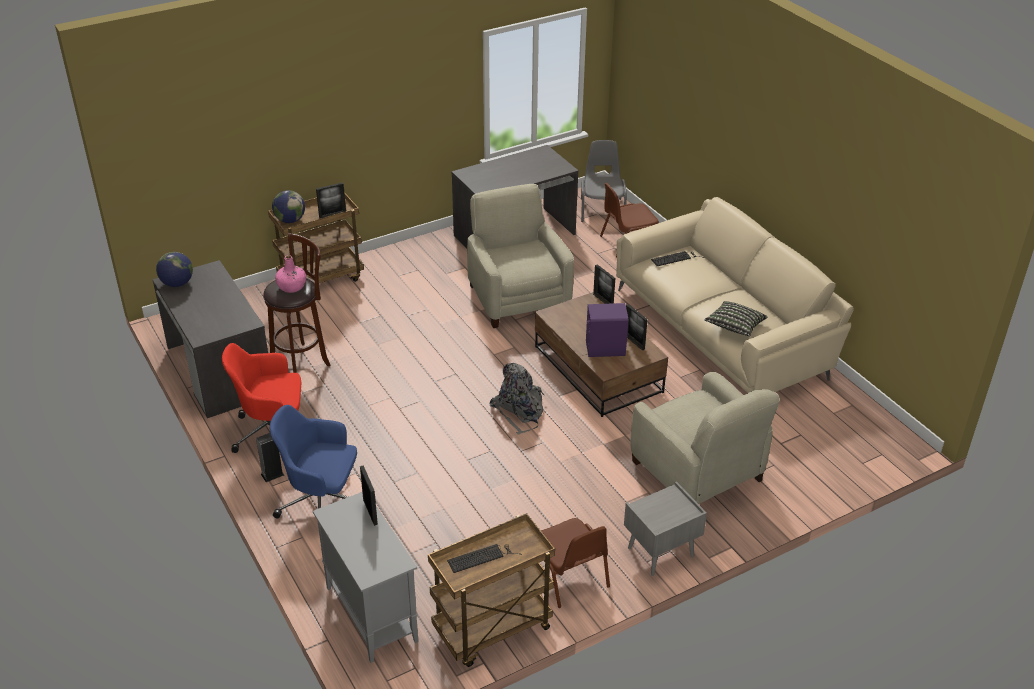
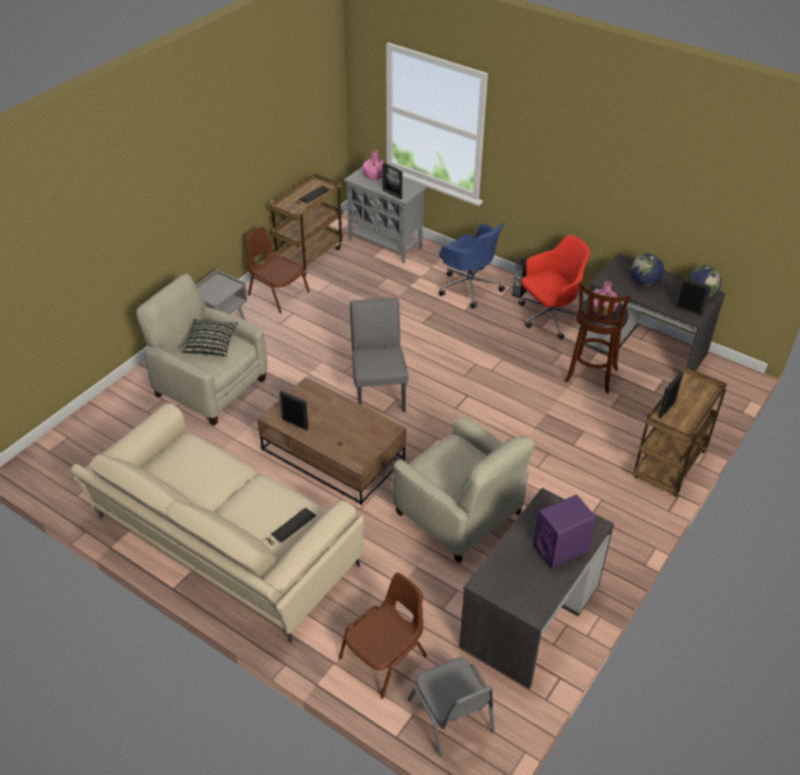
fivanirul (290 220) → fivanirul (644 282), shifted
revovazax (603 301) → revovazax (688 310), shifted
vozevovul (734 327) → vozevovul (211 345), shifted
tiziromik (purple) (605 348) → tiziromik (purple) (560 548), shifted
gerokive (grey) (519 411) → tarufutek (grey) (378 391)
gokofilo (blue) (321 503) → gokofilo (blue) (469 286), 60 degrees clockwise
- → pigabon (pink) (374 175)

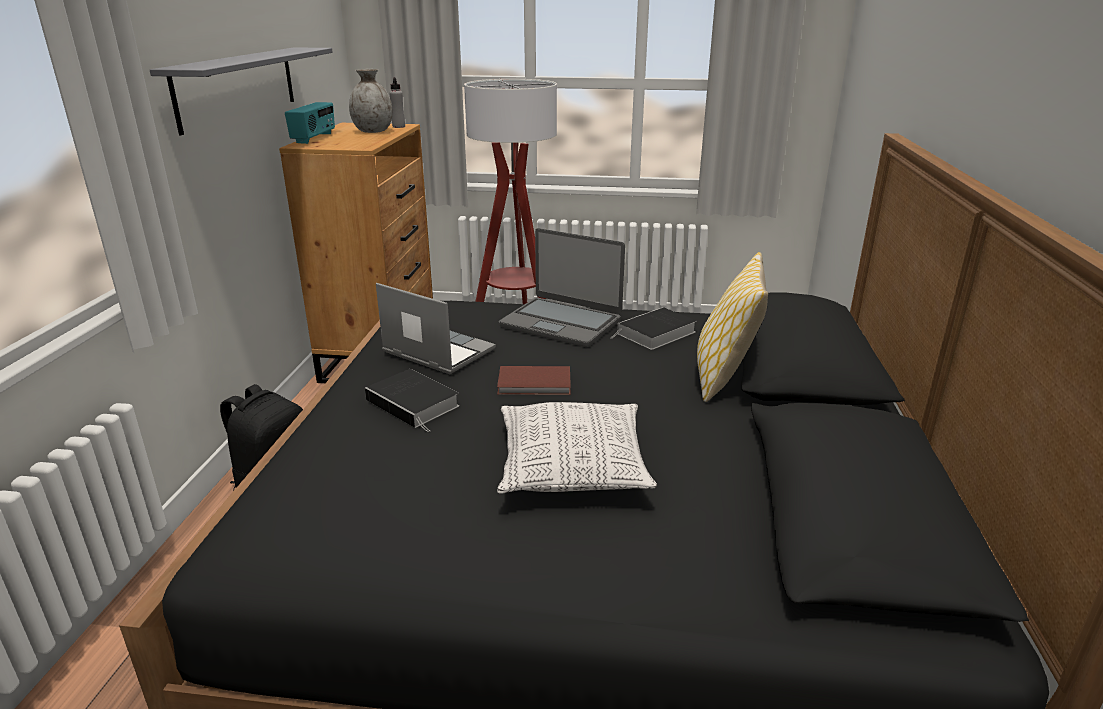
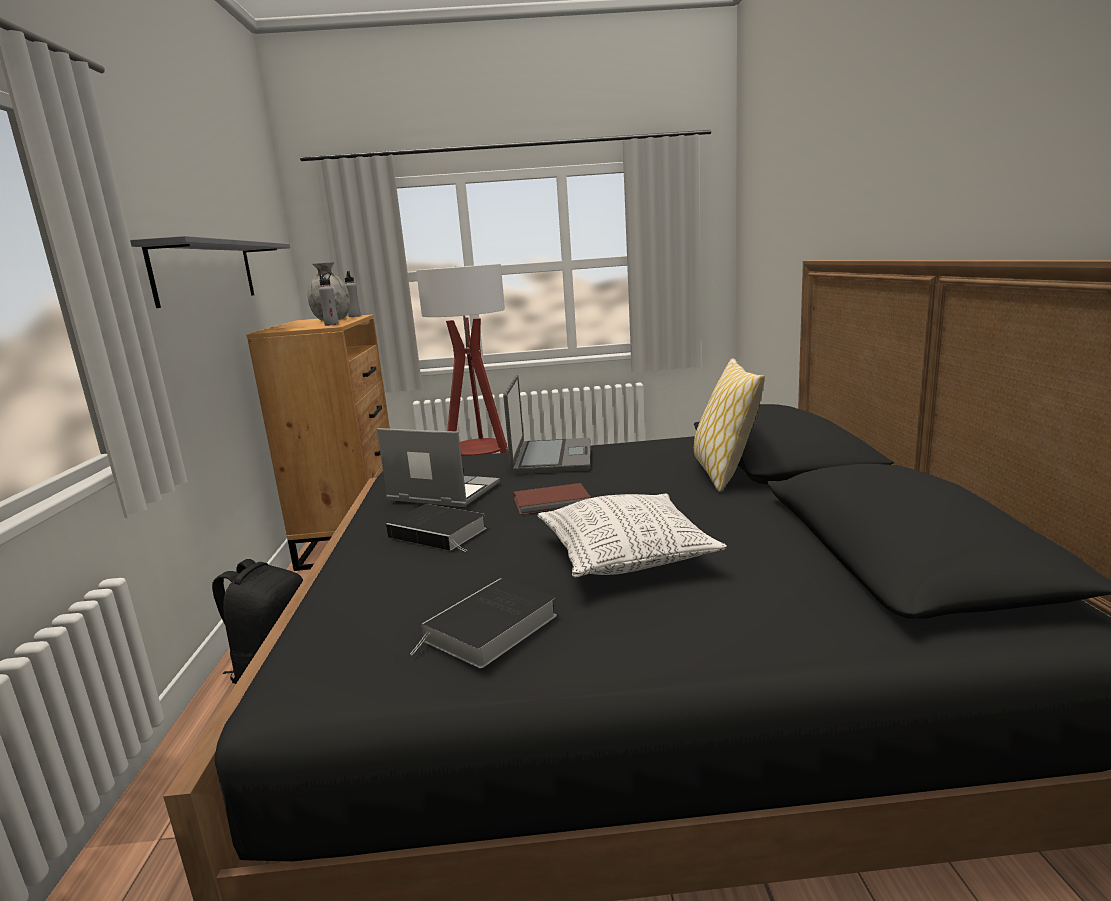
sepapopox (314 138) → -
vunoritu (561 323) → vunoritu (551 458), 105 degrees counterclockwise
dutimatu (655 333) → dutimatu (490 630), shifted
- → pigabon (grey) (331 324)

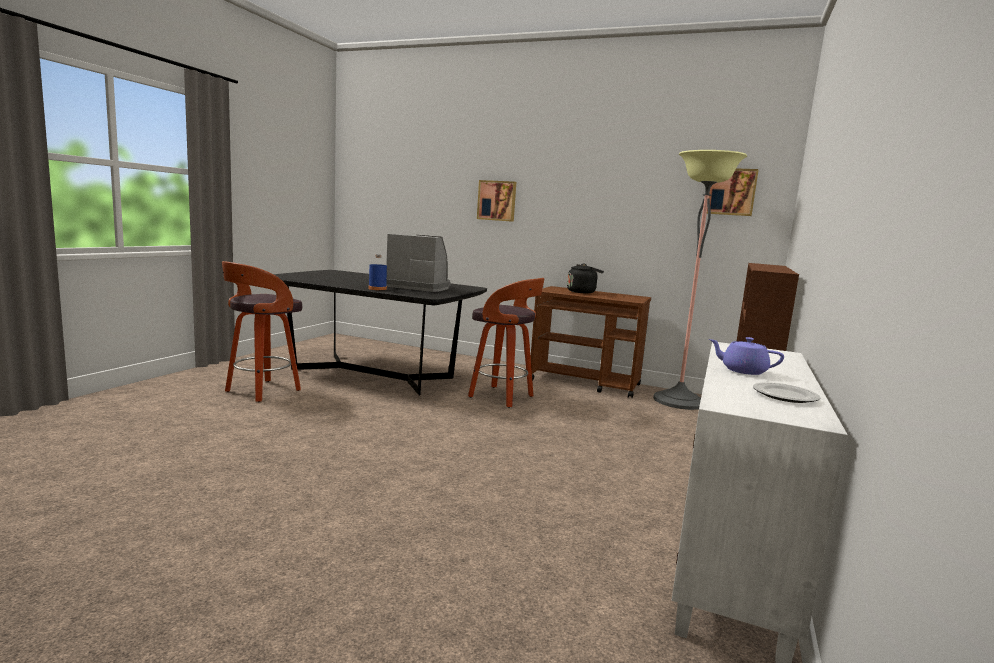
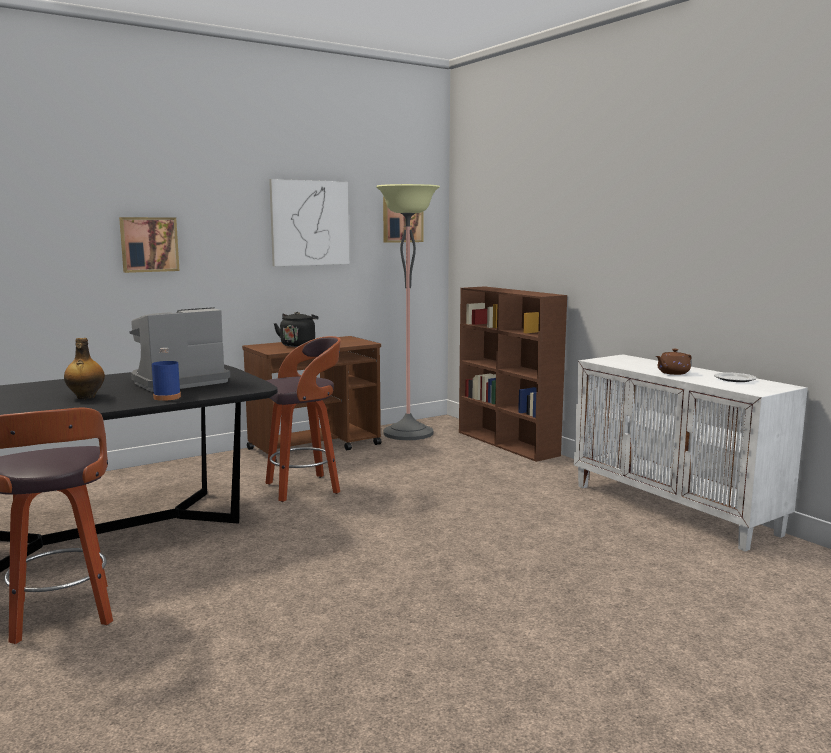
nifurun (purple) (742 370) → nifurun (brown) (672 373)
- → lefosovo (309 223)
- → pigabon (85 397)

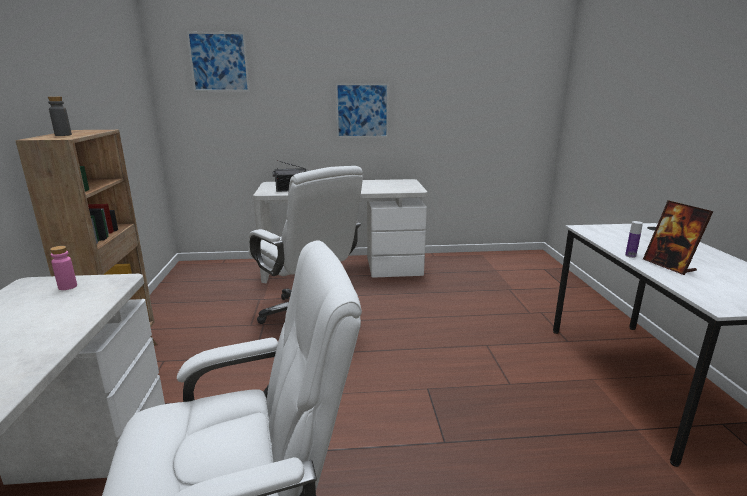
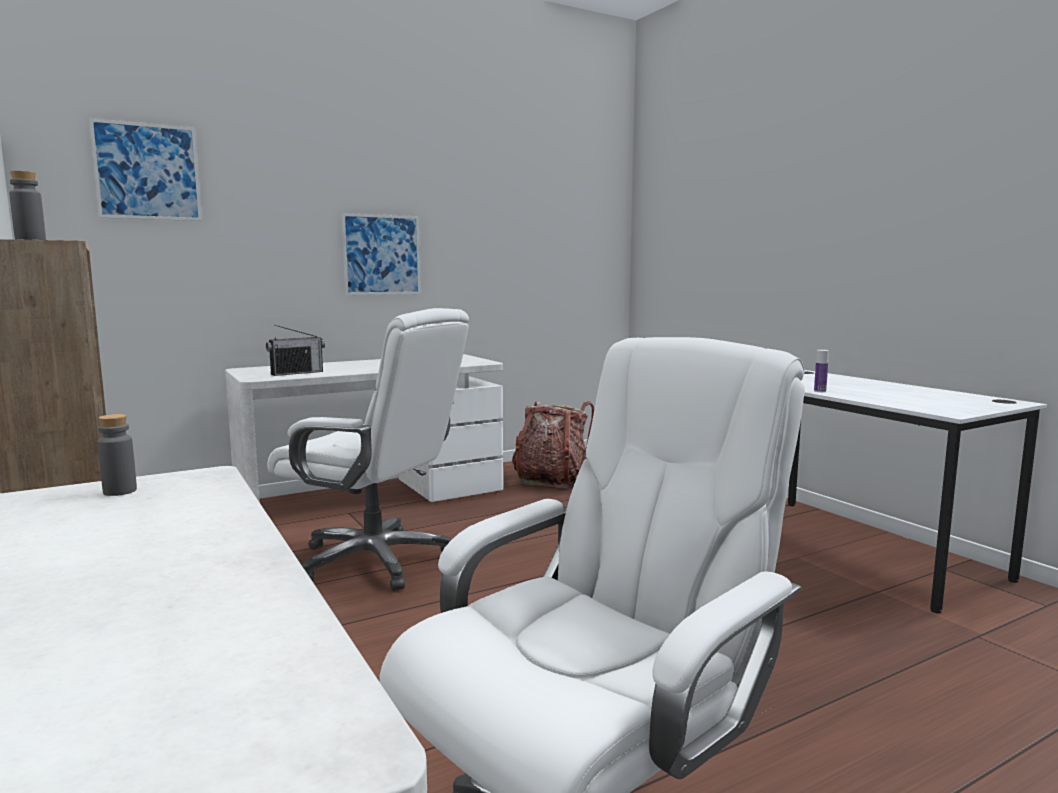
revovazax (669 266) → -
pigabon (pink) (67 287) → pigabon (grey) (120 491)
- → gerokive (551 479)

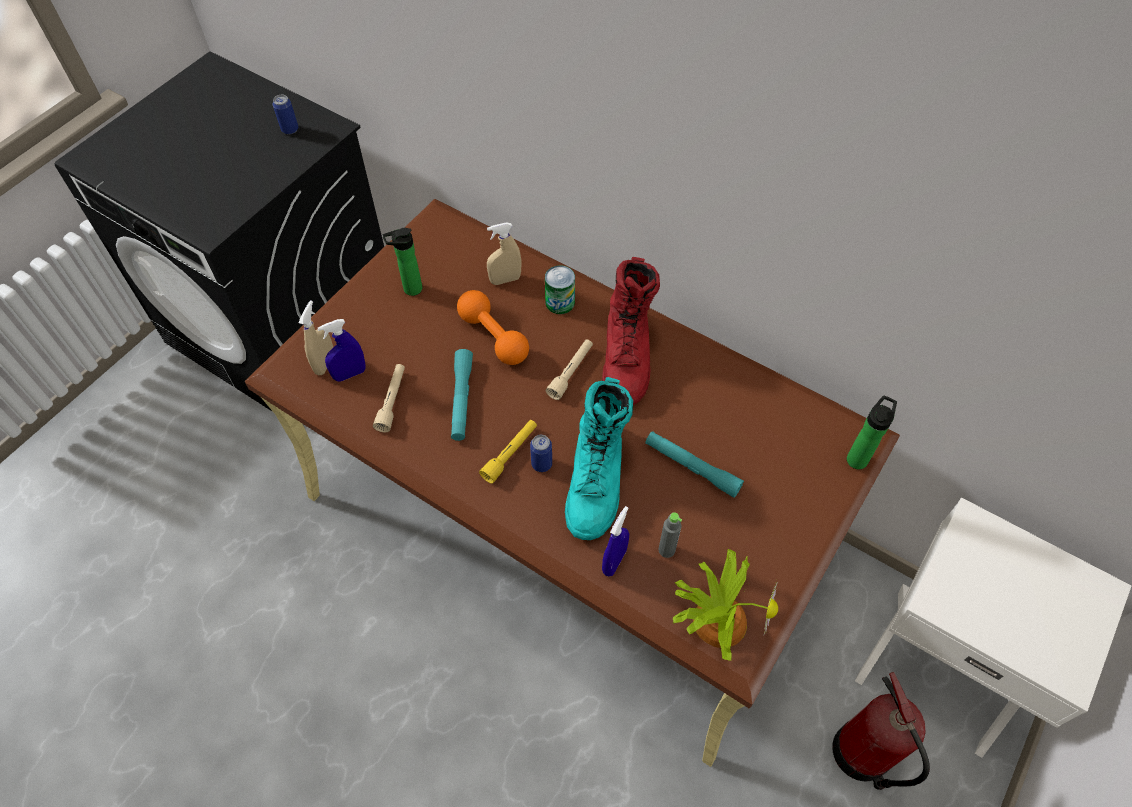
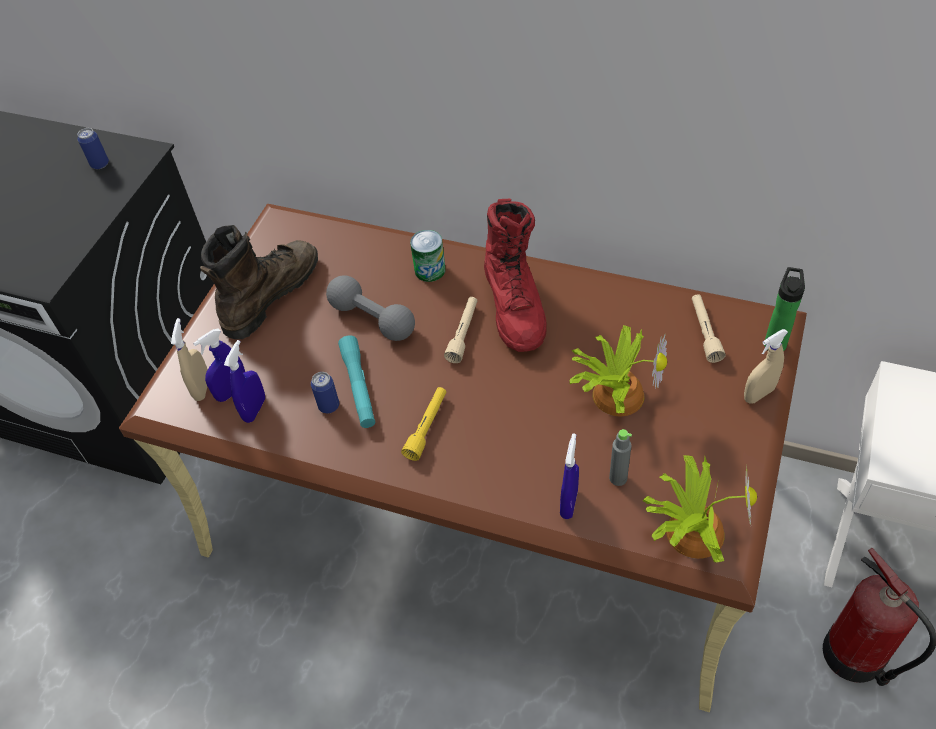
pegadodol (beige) (505 280) → pegadodol (beige) (758 394), shifted
pigabon (410 289) → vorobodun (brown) (270 295)
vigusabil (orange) (493 337) → vigusabil (grey) (372 319)
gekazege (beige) (392 401) → gekazege (beige) (704 332), shifted
vorobodun (turquoise) (596 480) → -
gekazege (turquoise) (692 467) → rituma (616 393)
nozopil (541 464) → nozopil (329 406), shifted
- → pegadodol (blue) (254 409)

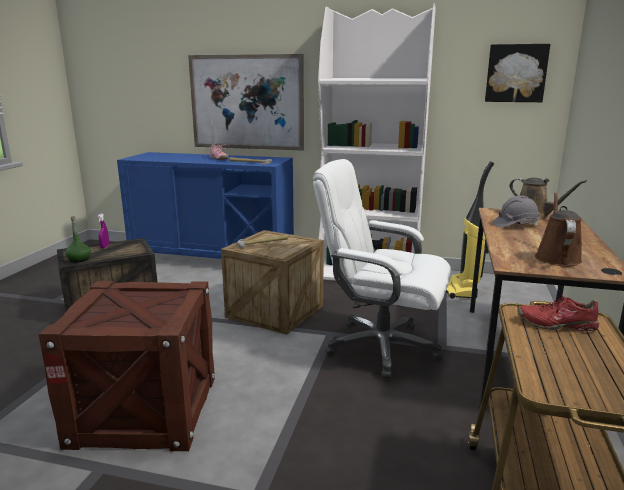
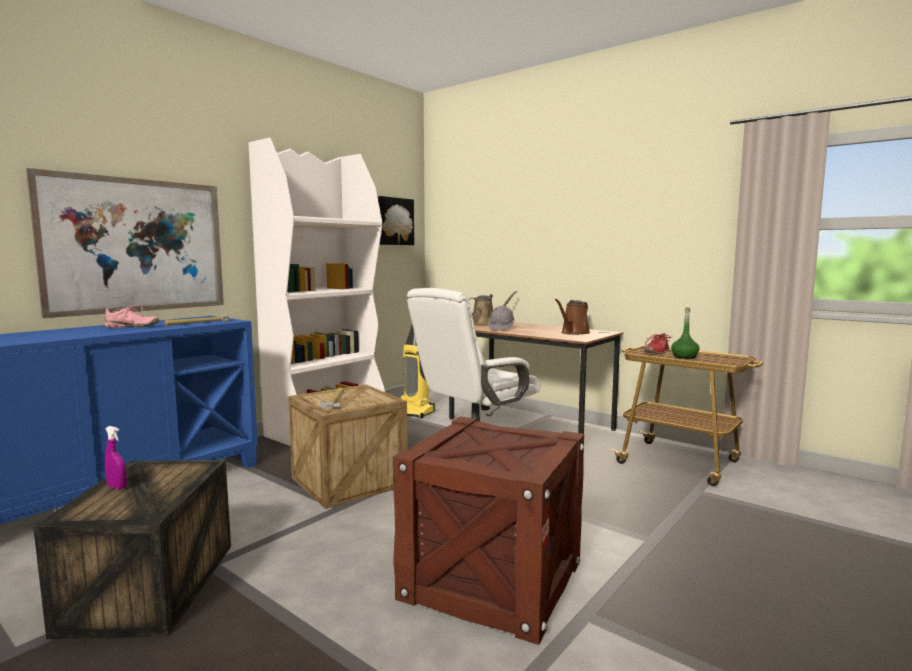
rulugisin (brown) (556 257) → rulugisin (brown) (574 333), 90 degrees counterclockwise
pigabon (green) (79 259) → pigabon (green) (684 357), shifted

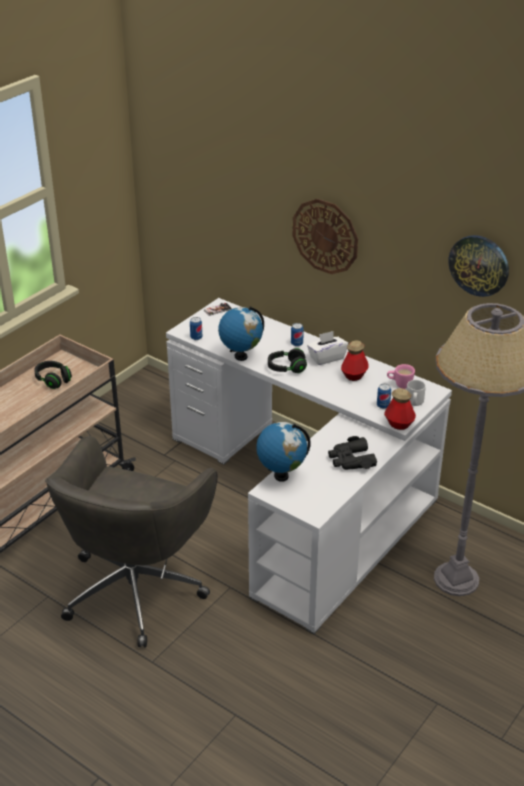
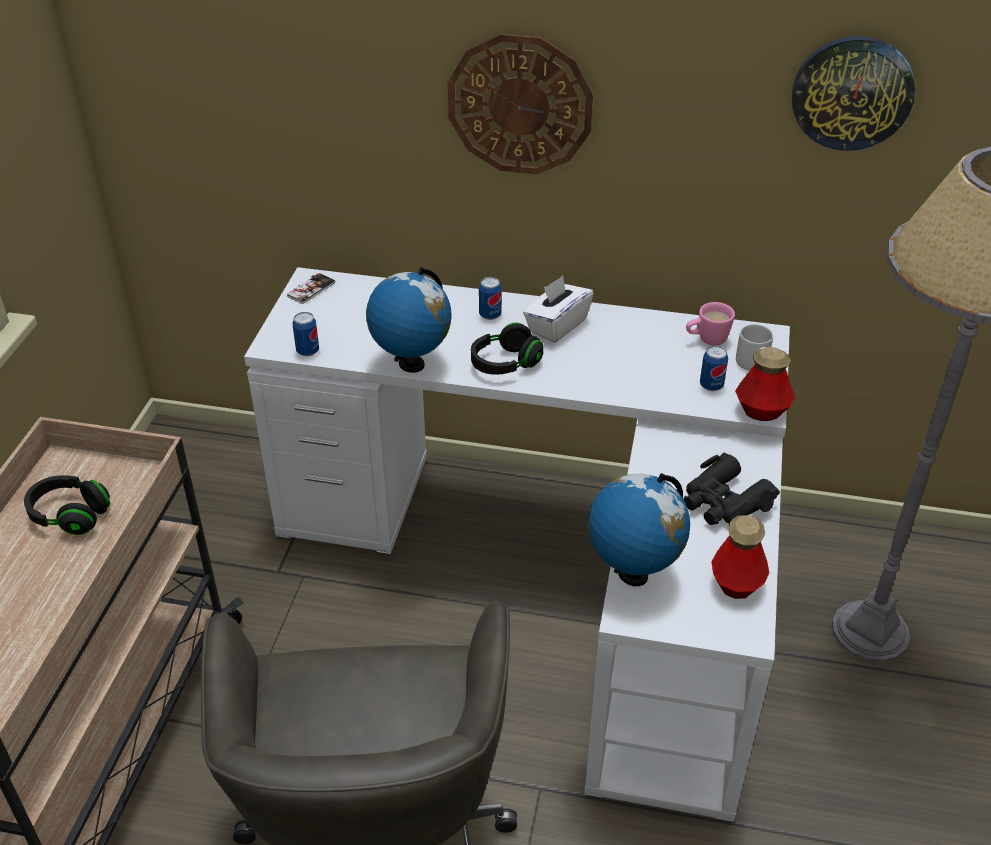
pigabon (354 376) → pigabon (736 584), shifted

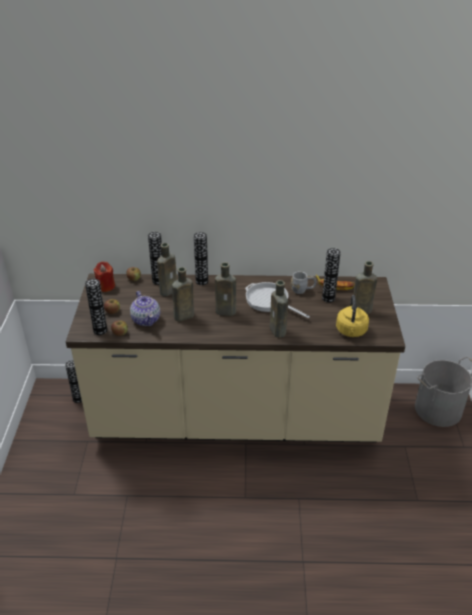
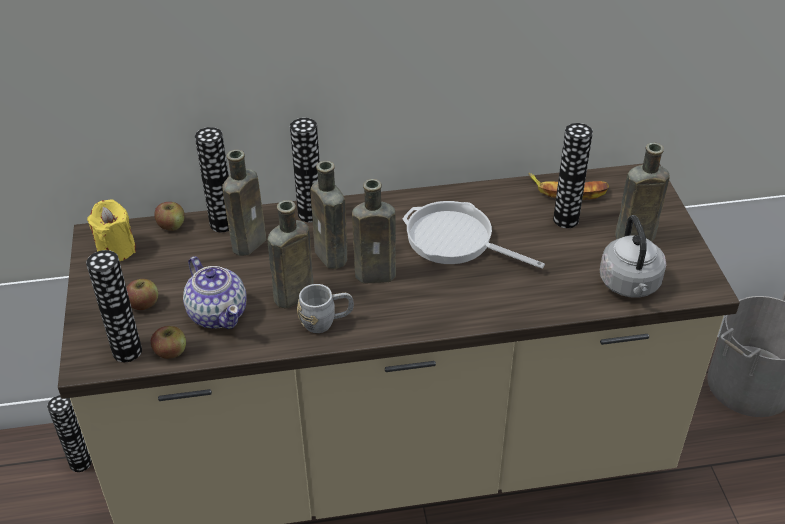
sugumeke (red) (105 286) → sugumeke (yellow) (116 249)
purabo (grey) (302 290) → purabo (grey) (326 322), shifted
pigabon (brown) (278 331) → pigabon (brown) (332 257), shifted
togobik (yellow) (351 331) → togobik (grey) (630 285)

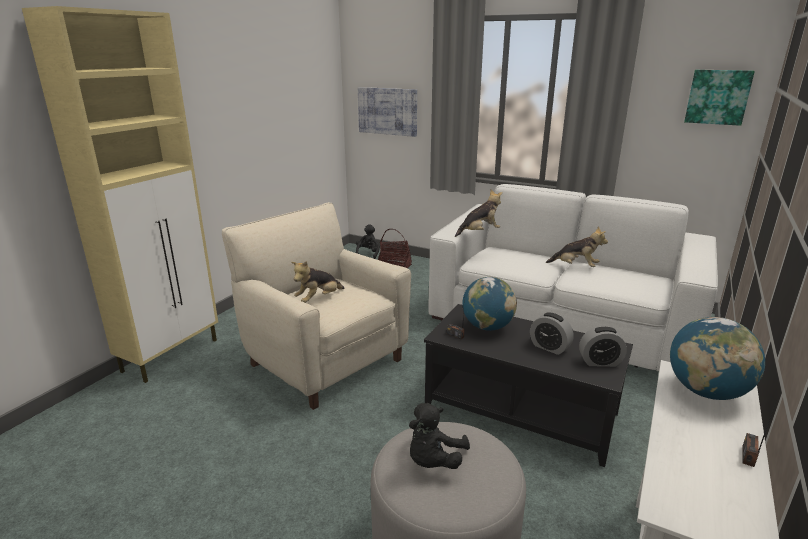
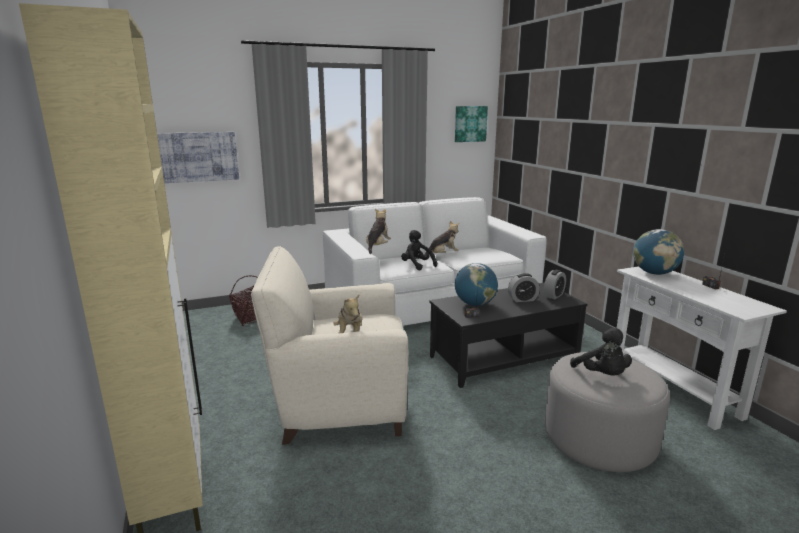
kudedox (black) (368 254) → kudedox (black) (417 265), shifted

